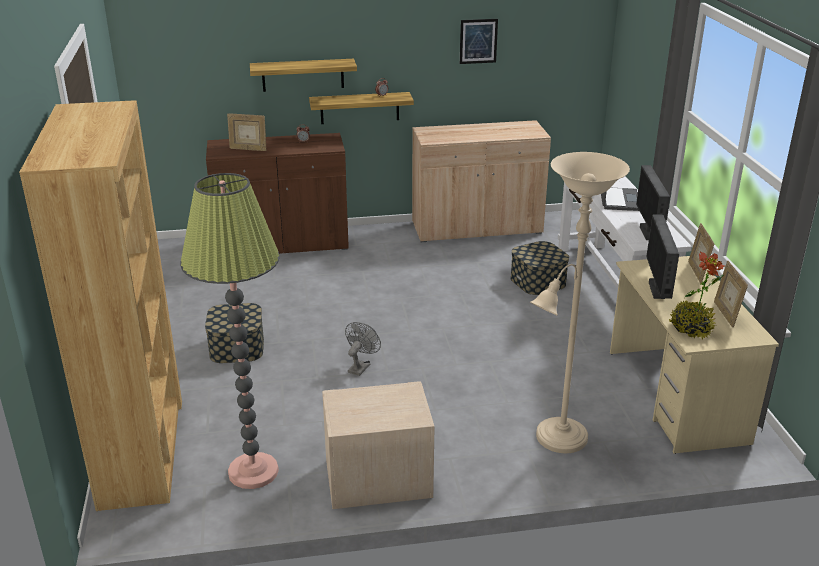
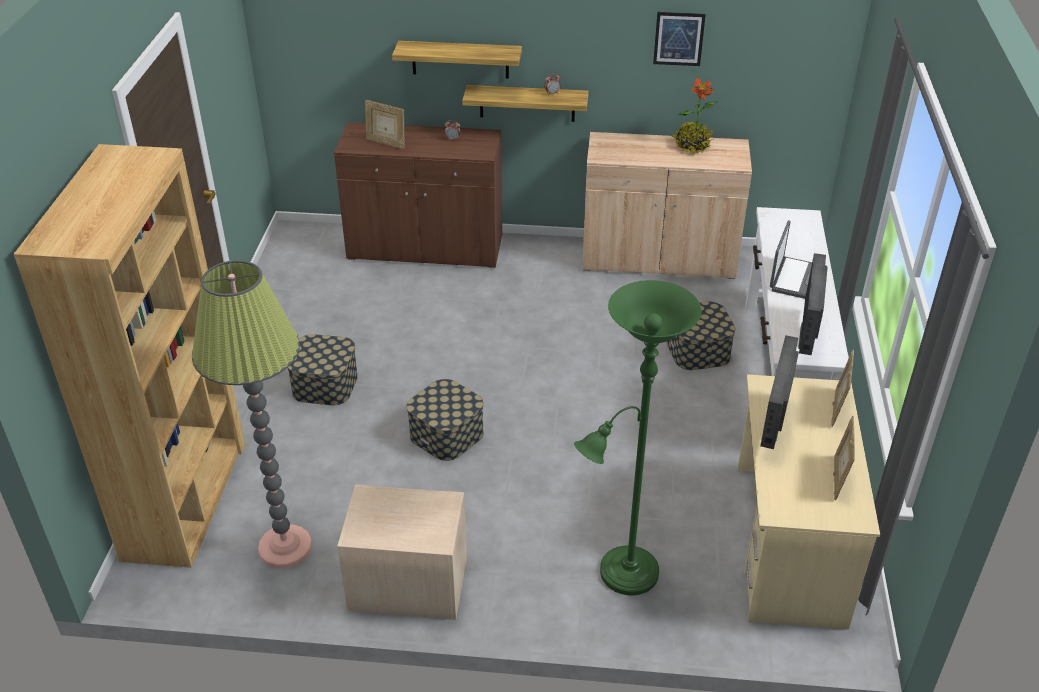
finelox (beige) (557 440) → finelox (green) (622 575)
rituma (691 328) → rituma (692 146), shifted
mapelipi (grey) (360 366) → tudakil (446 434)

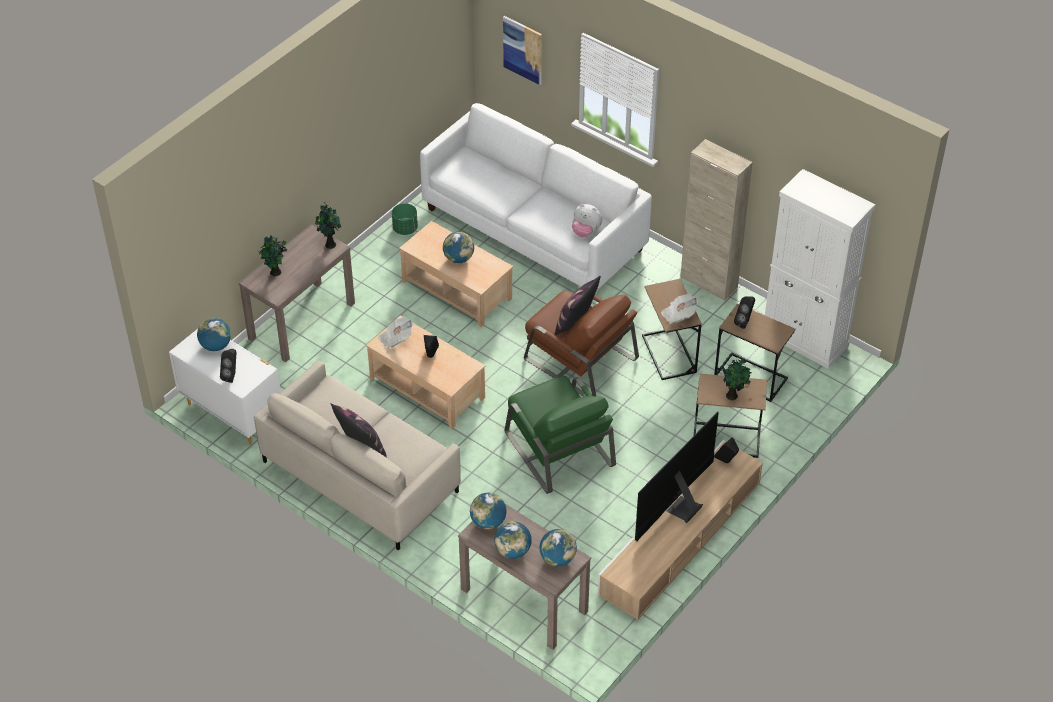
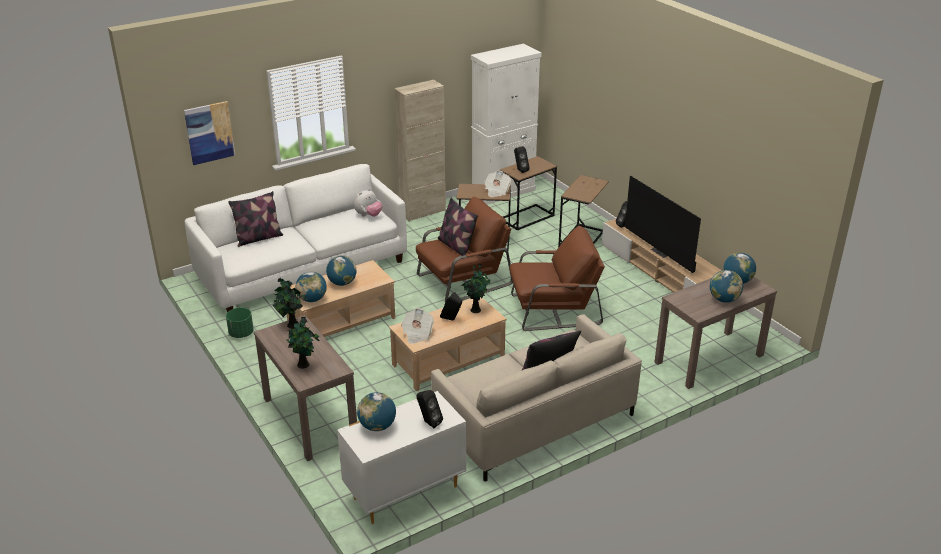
rituma (733 395) → rituma (476 309), shifted
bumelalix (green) (558 448) → bumelalix (brown) (554 309)
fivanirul (488 522) → fivanirul (312 299), shifted
- → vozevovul (258 238)

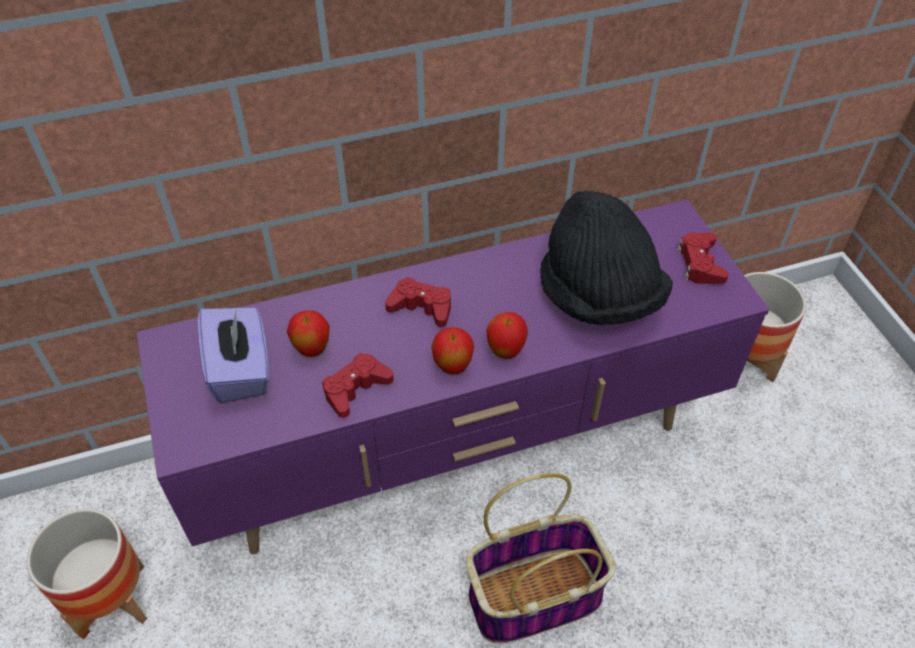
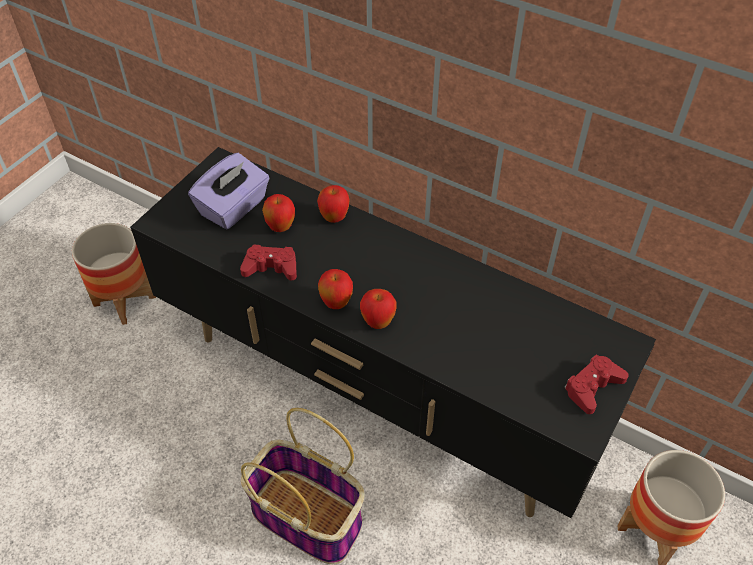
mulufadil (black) (598 295) → -
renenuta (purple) (458 449) → renenuta (black) (378 392)
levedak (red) (421 307) → -
- → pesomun (334 218)

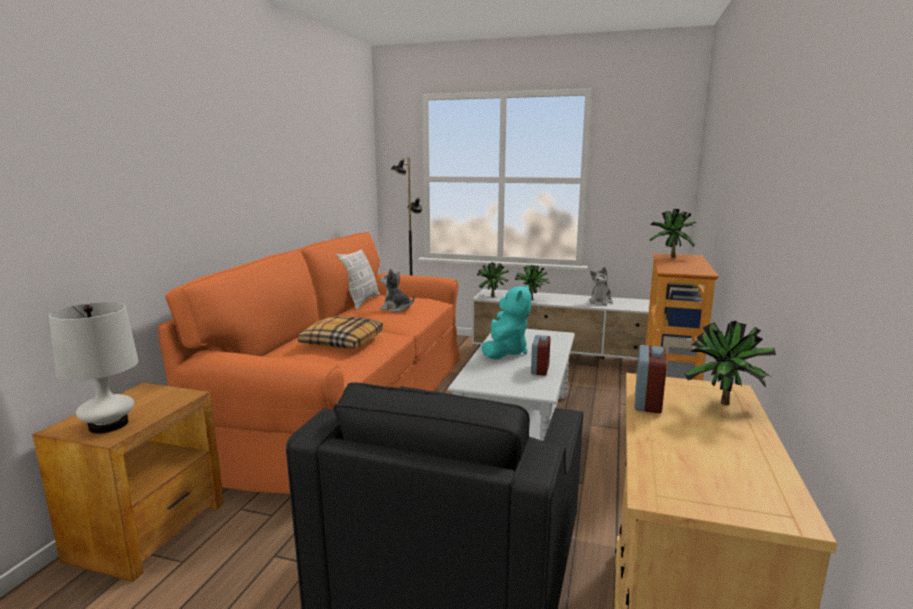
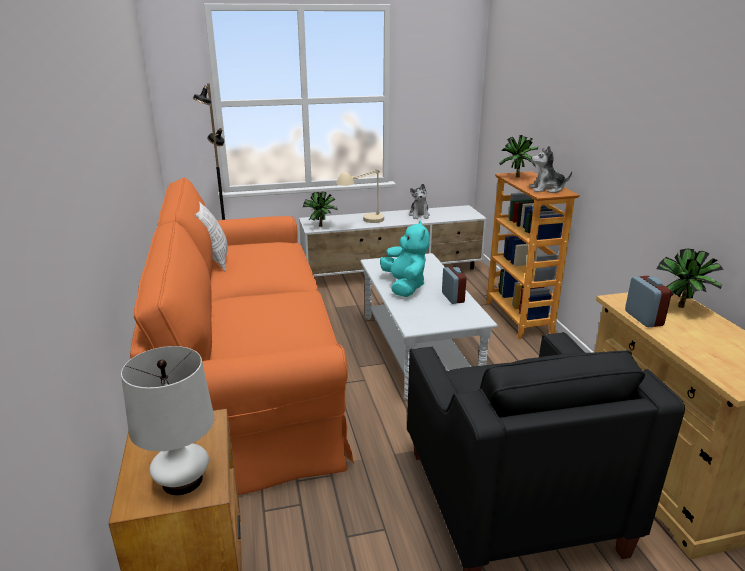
rituma (532 300) → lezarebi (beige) (362 224)
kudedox (396 309) → kudedox (547 189), shifted
vozevovul (342 342) → -

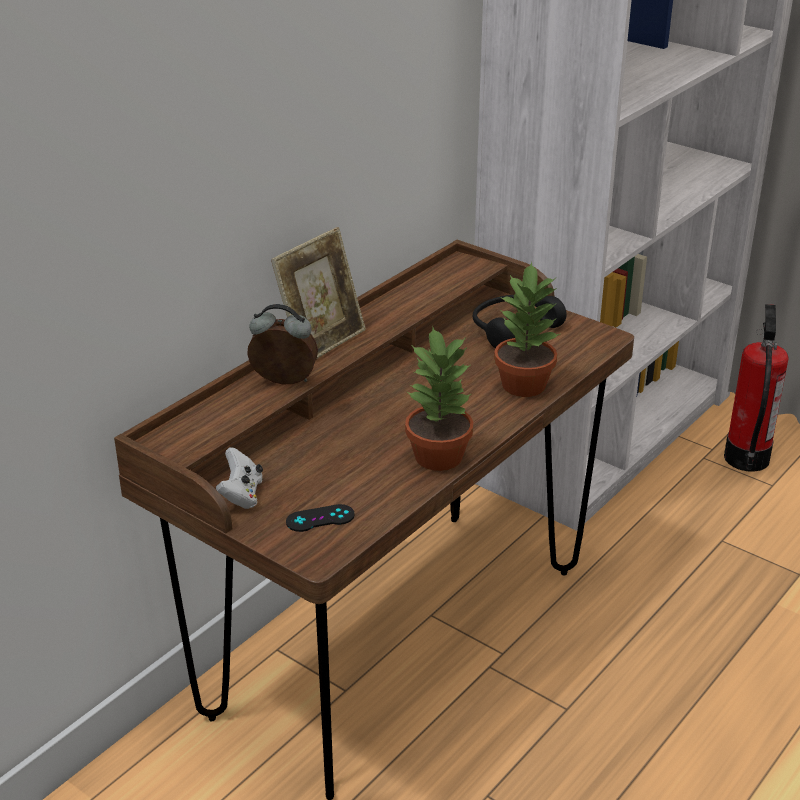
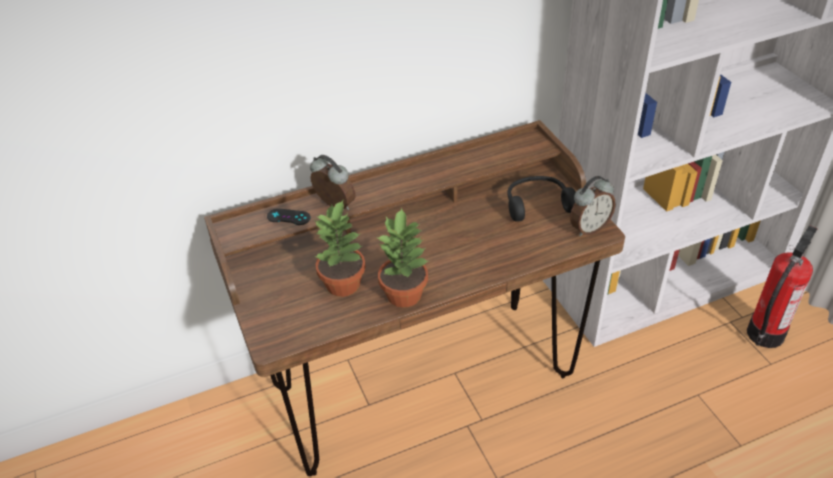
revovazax (322 342) → -
rituma (525 385) → rituma (344 284), shifted
levedak (white) (241 495) → -
levedak (black) (320 518) → levedak (black) (288 217), shifted
- → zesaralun (588 228)

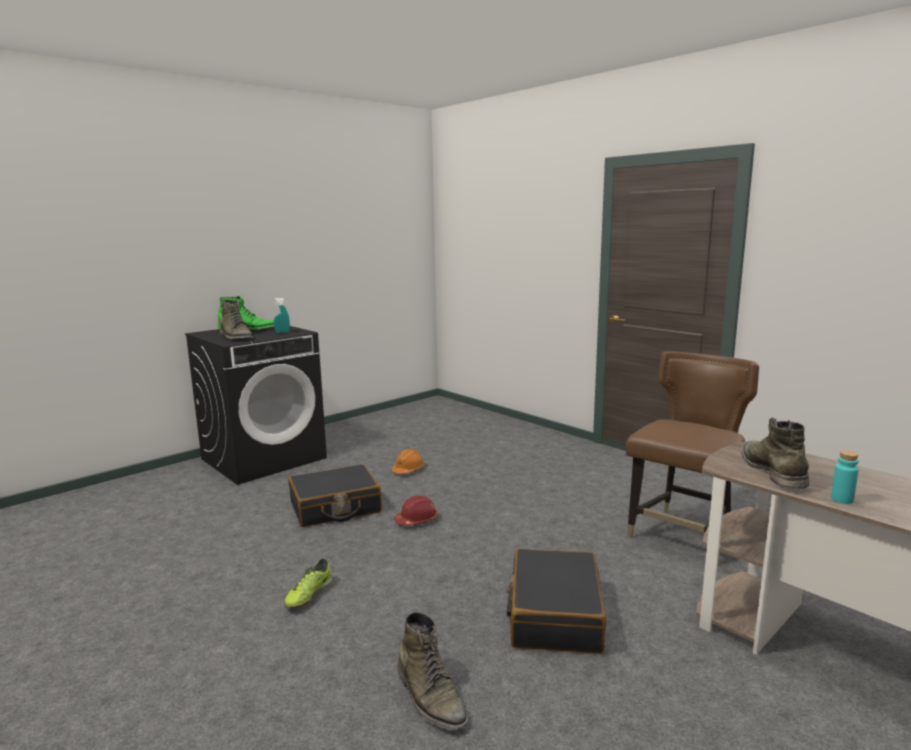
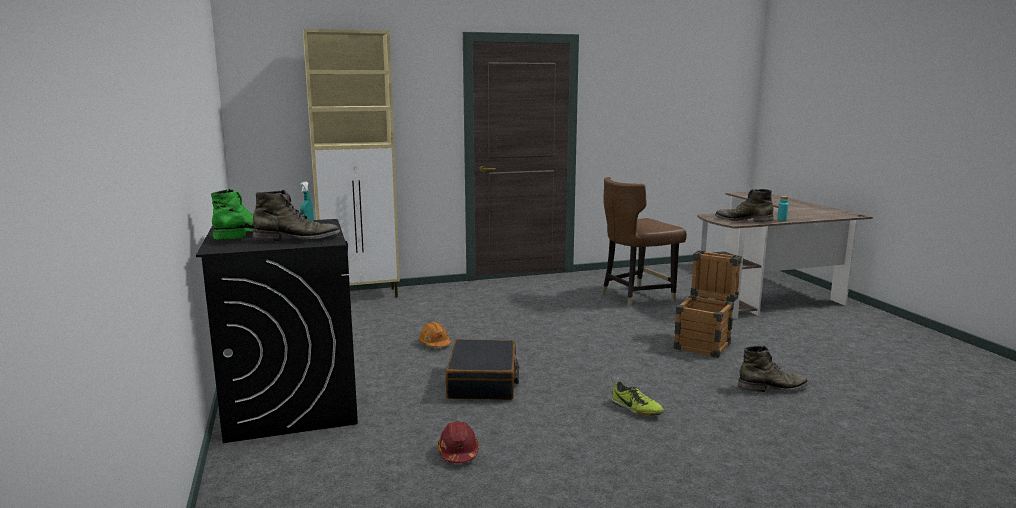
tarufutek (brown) (684 535) → tarufutek (brown) (636 297), 90 degrees counterclockwise
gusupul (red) (417 520) → gusupul (red) (458 452), shifted
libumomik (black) (554 614) → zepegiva (705 344)
- → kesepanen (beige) (361 296)

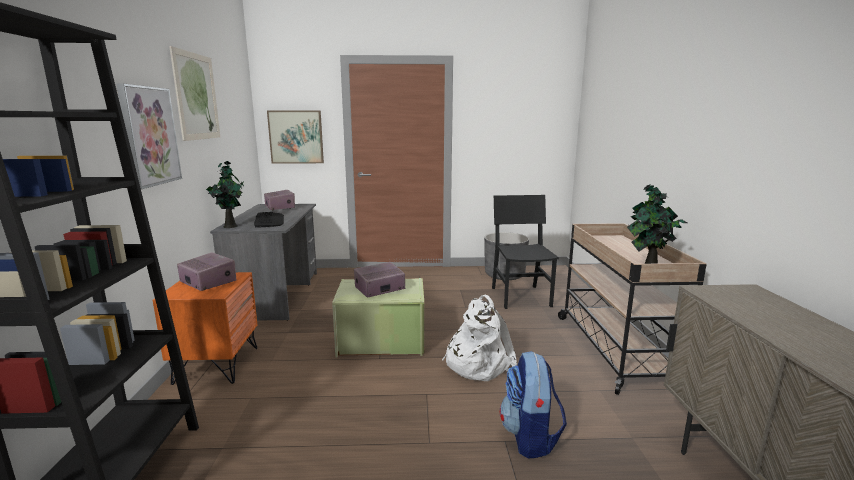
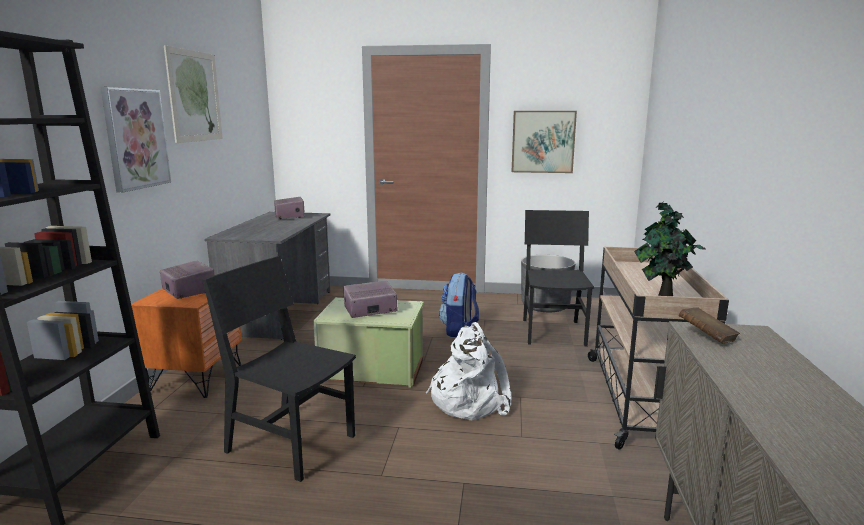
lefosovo (296 137) → lefosovo (543 141), shifted
rituma (230 226) → -
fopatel (269 220) → -
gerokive (530 437) → gerokive (459 330), shifted
- → tarufutek (black) (291 443)
- → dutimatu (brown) (706 337)

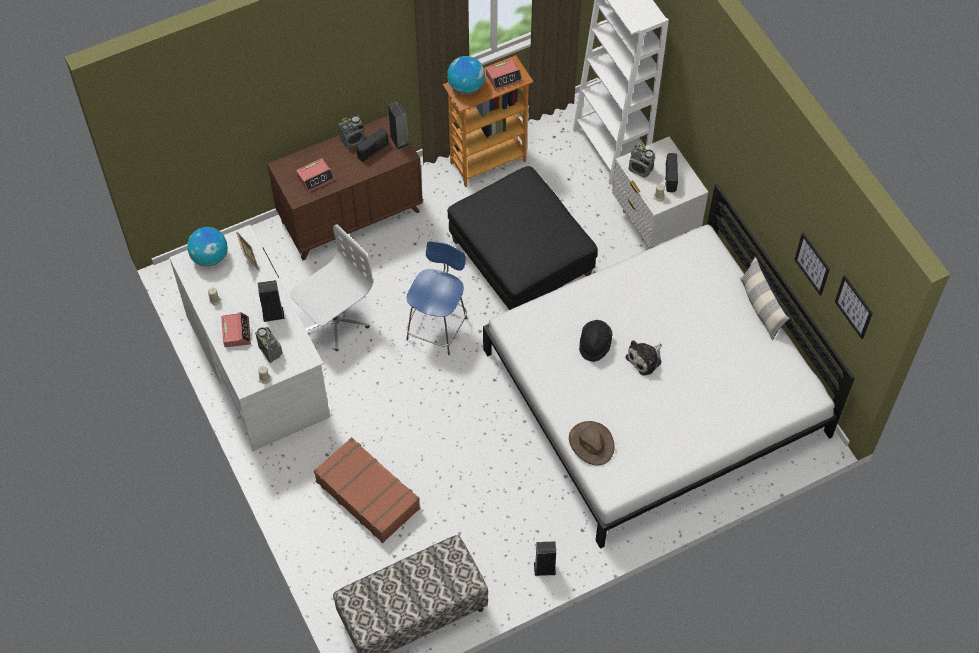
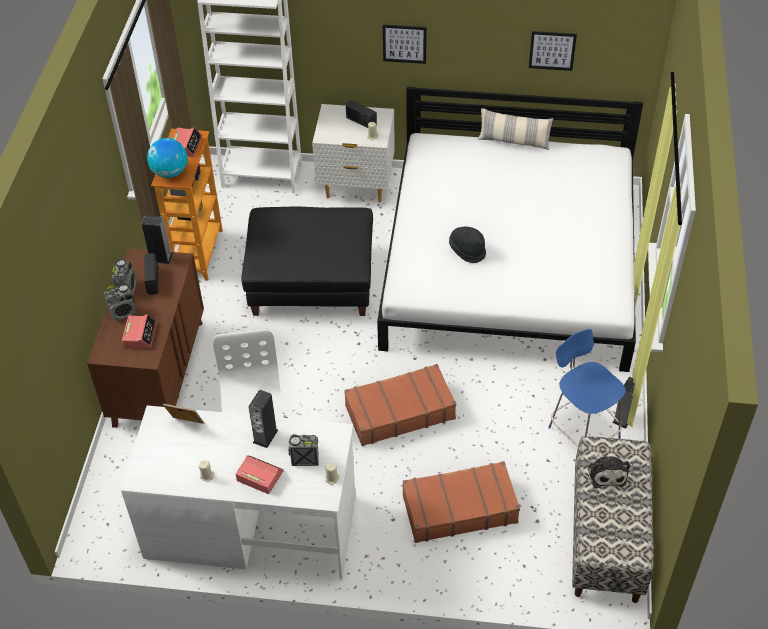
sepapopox (640 170) → sepapopox (123 312), shifted
fivanirul (210 257) → -
tarufutek (blue) (438 327) → tarufutek (blue) (582 431), shifted
lefosovo (854 306) → lefosovo (404 43), shifted
kudedox (645 359) → kudedox (606 473), shifted
mulufadil (brown) (591 443) → -
- → libumomik (brown) (399 412)

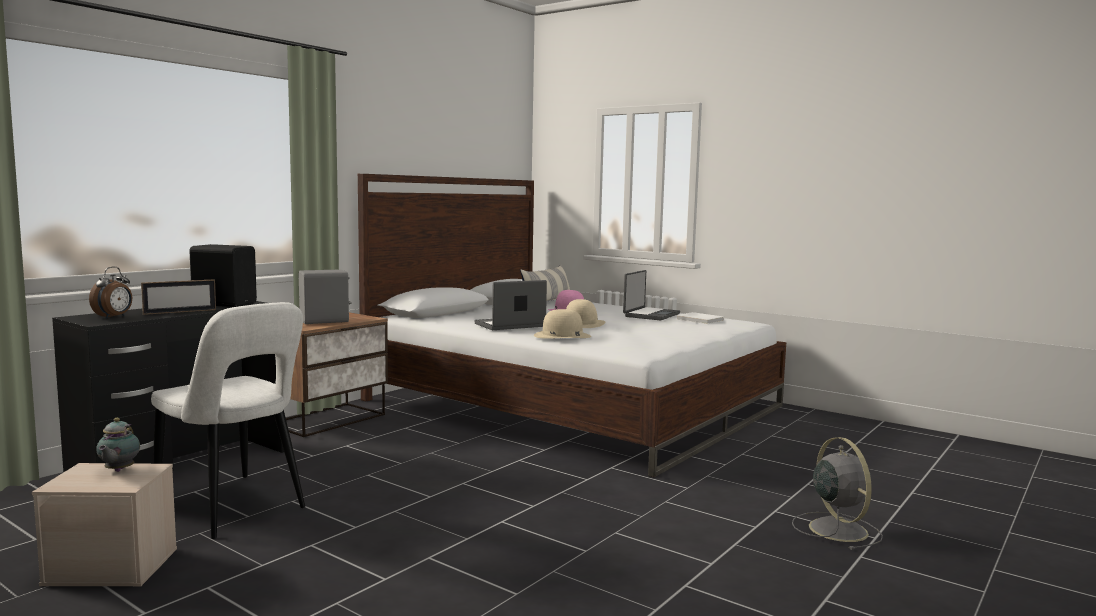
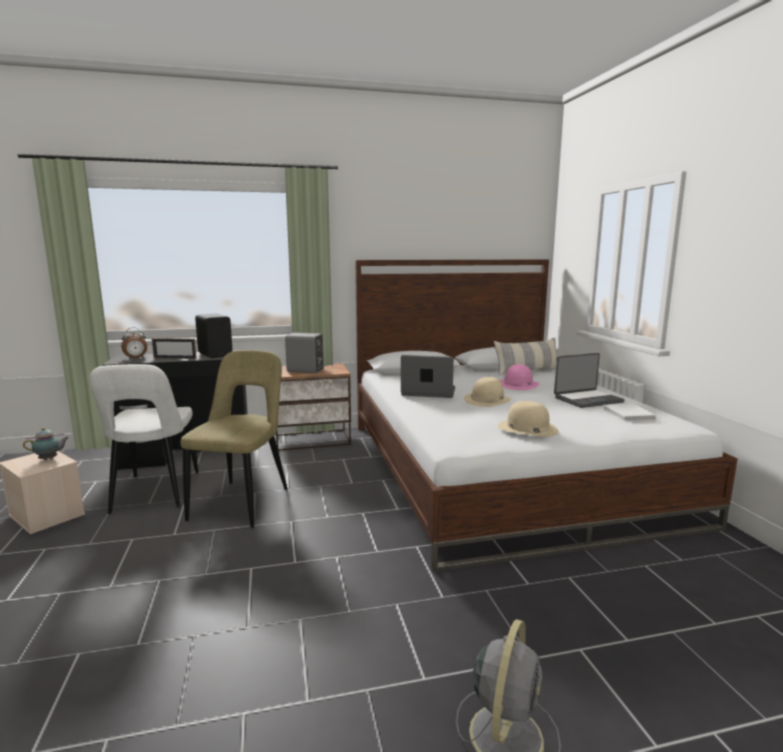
mulufadil (beige) (562 335) → mulufadil (beige) (527 428), shifted
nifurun (118 470) → nifurun (49 459), 150 degrees counterclockwise
- → tarufutek (beige) (243 501)

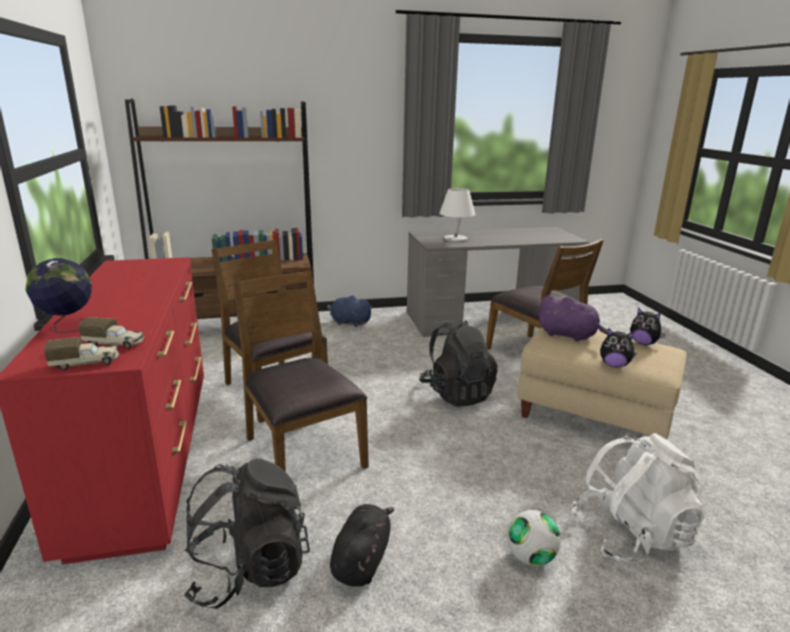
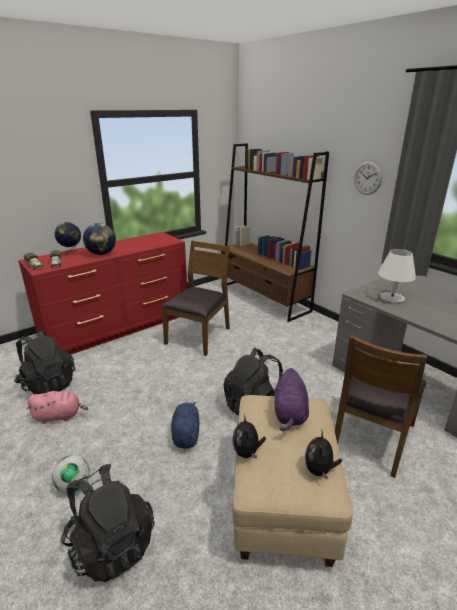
tarufutek (brown) (302 452) → -
kudedox (blue) (348 323) → kudedox (blue) (186 434), shifted
gerokive (white) (631 535) → gerokive (black) (111 544)
kudedox (black) (362 560) → kudedox (pink) (59 416)
- → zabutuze (367 178)
- → fivanirul (101 254)

